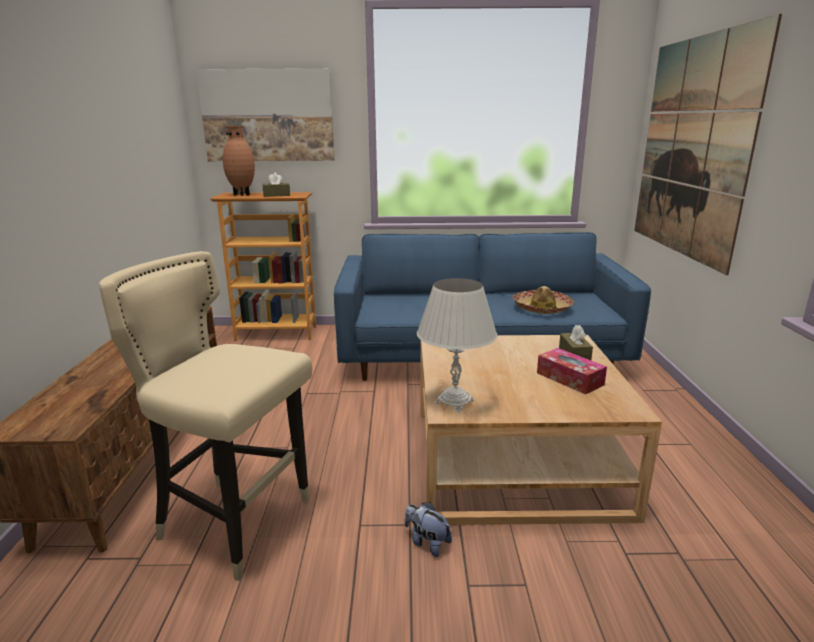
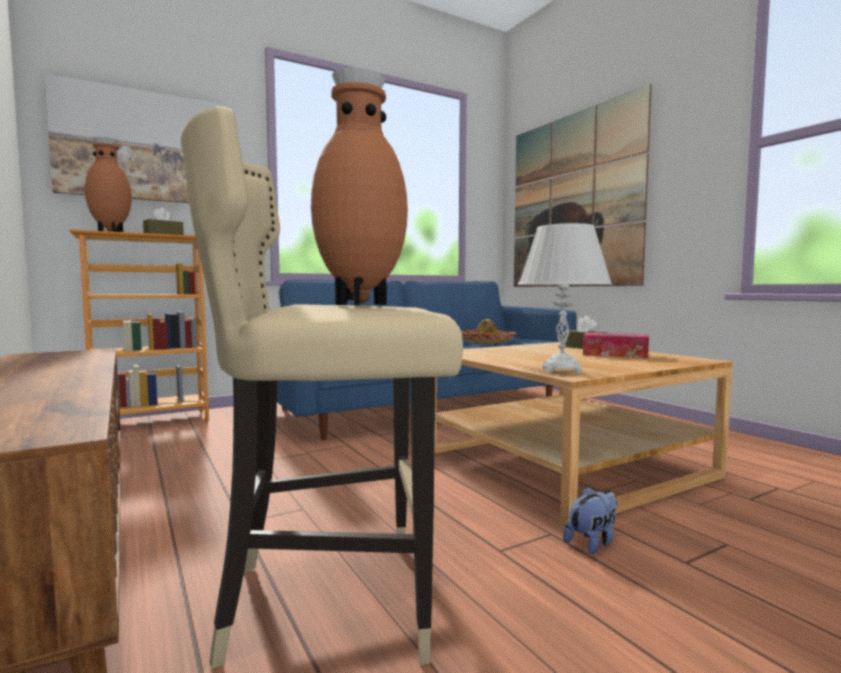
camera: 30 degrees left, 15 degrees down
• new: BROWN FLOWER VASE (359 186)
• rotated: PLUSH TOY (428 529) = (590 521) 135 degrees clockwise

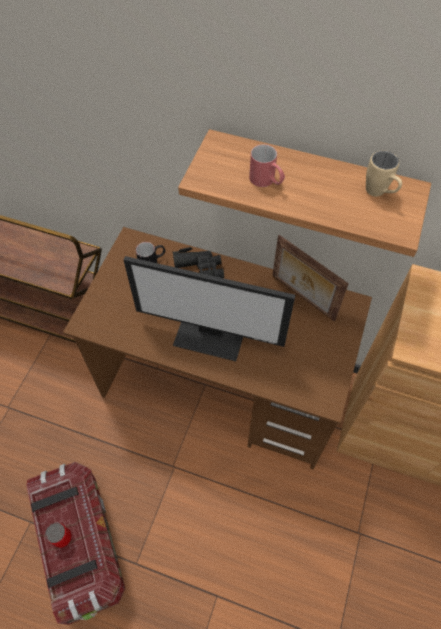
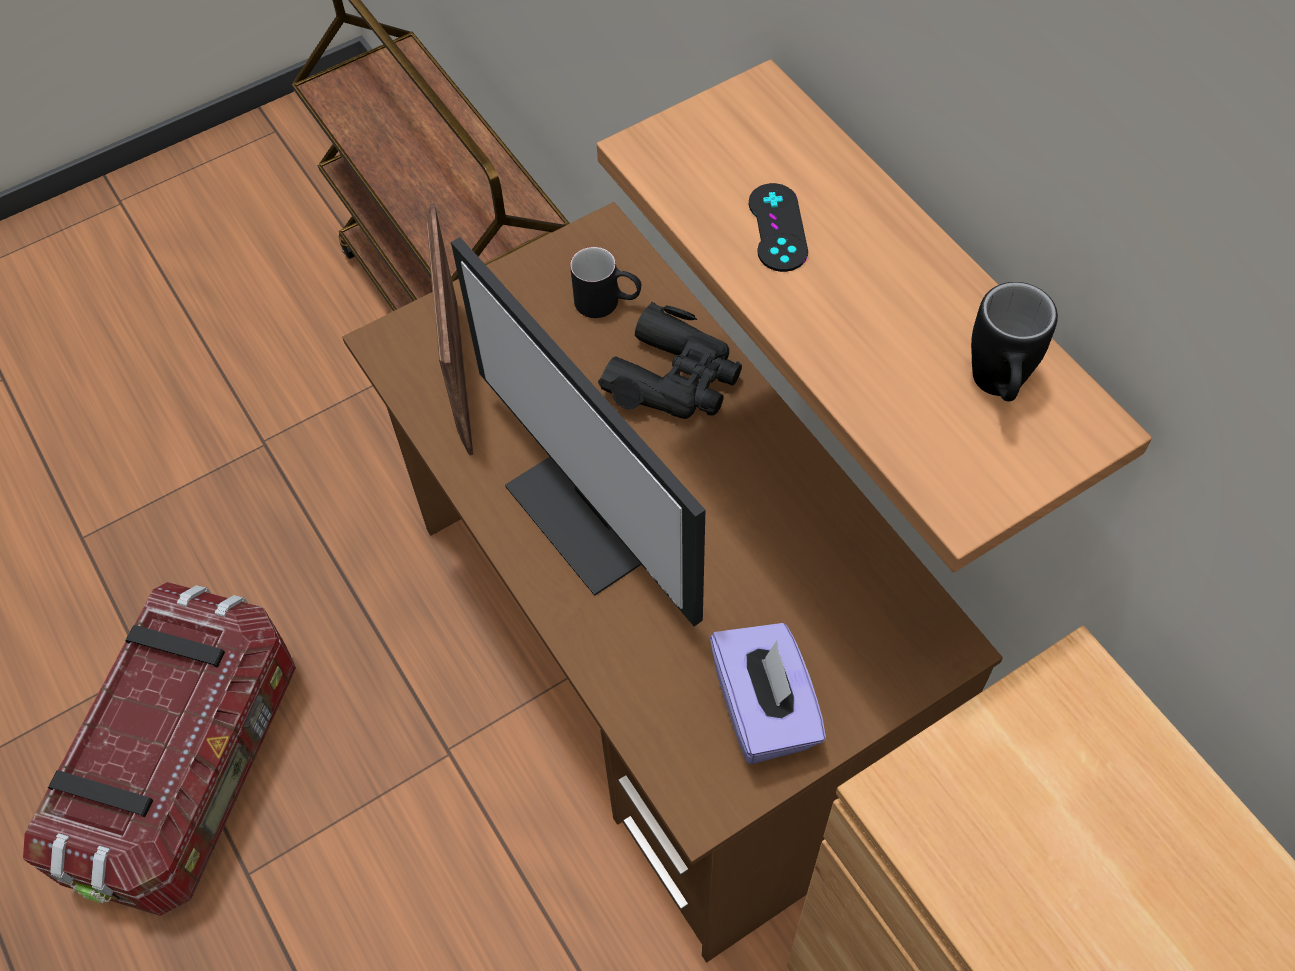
camera: 40 degrees right, 0 degrees up
• shifted: PICTURE FRAME (310 278) to (450 329)
• new: PURPLE TISSUE HOLDER (768 693)
• swapped: RED-COLOURED COFFEE MUG (267 165) to BLACK GAME CONTROLLER (778 227)
• repainted: BEIGE-COLOURED COFFEE MUG (384 173) to BLACK COFFEE MUG (1014 341)
• gone: CAN (58 535)

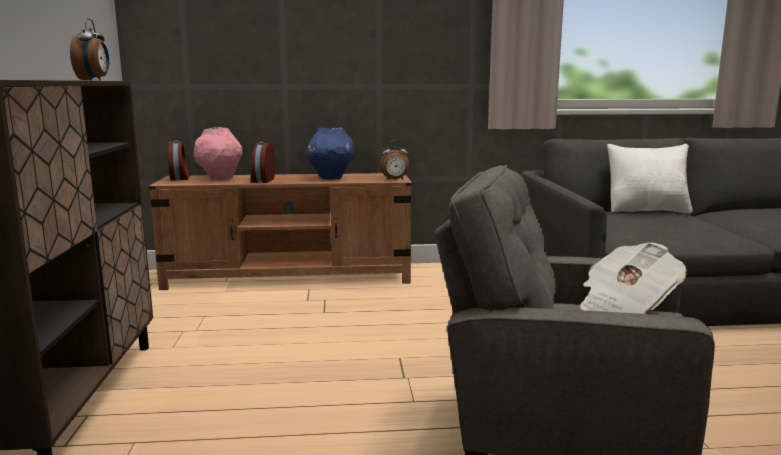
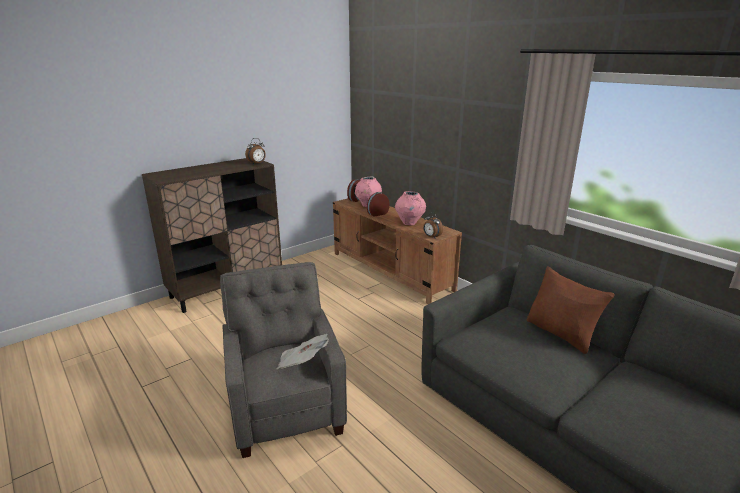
camera: 55 degrees right, 10 degrees up
• repainted: BLUISH FLOWER VASE (330 154) to PINK FLOWER VASE (410 208)
• repainted: WHITE-COLOURED PILLOW (650 179) to BROWN PILLOW (571 310)

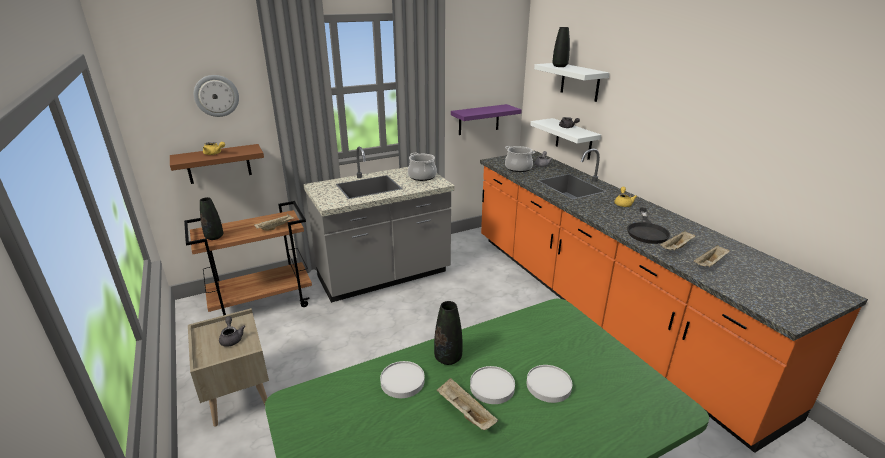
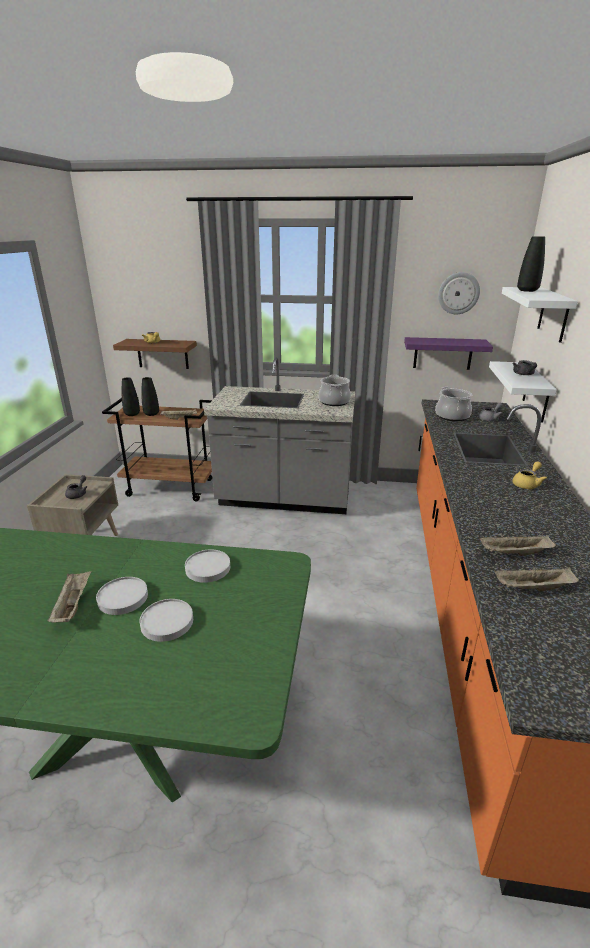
camera: 35 degrees right, 0 degrees up
• shifted: BLACK FLOWER VASE (448 333) to (150 396)
• shifted: WHITE-COLOURED FLAT DISH (402 379) to (207 566)
• shifted: CLOCK ON THE WALL (216 96) to (459 293)
• gone: BLACK SKILLET (648 226)

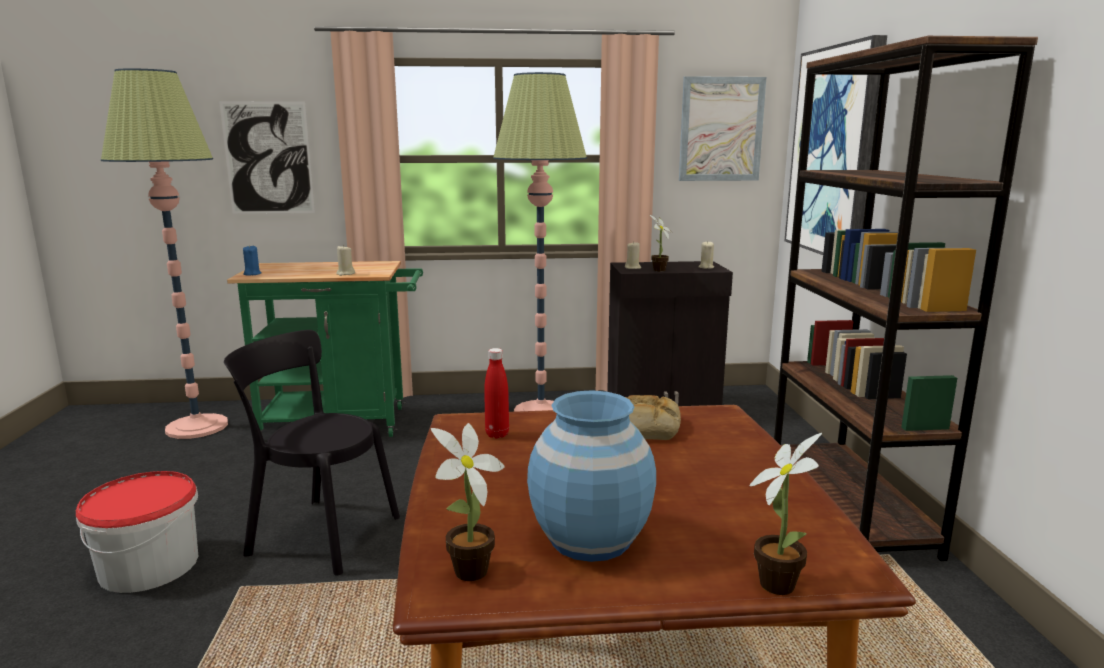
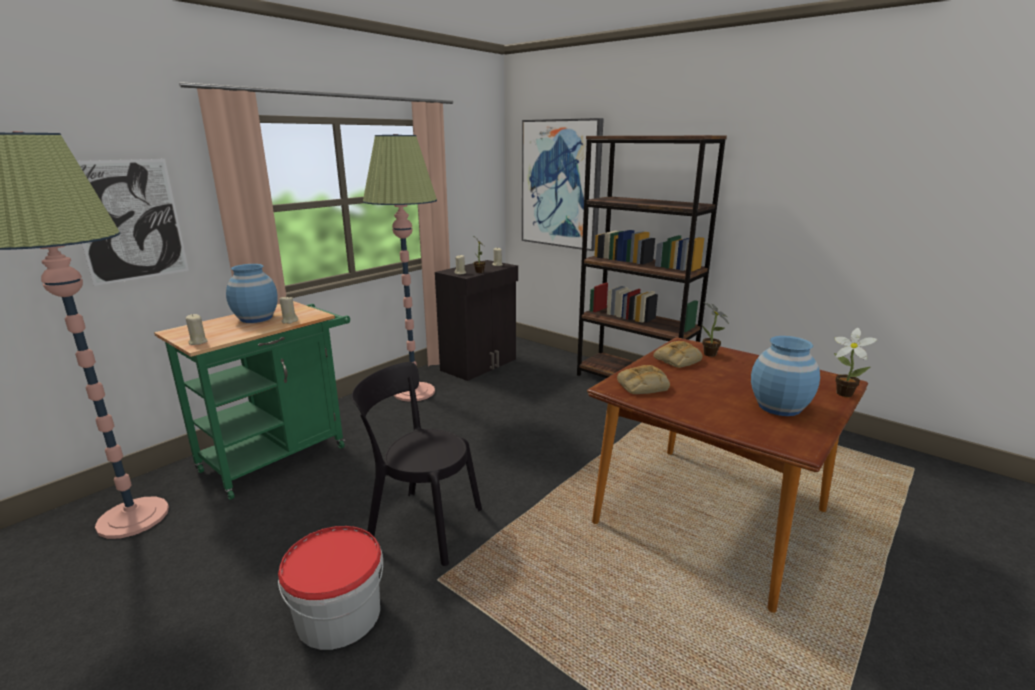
camera: 45 degrees left, 5 degrees up
• repainted: BLUISH WAX CANDLE (252 260) to BEIGE-COLOURED WAX CANDLE (197 329)
• new: BLUISH FLOWER VASE (252 293)
• rotated: BLACK UPRIGHT CHAIR (312 453) = (417 464) 45 degrees clockwise
• swapped: RED-COLOURED BOTTLE (496 393) to BREAD (643 379)
• shifted: PLANT IN A POT (468 502) to (715 329)
• gone: WALL ART (722 128)

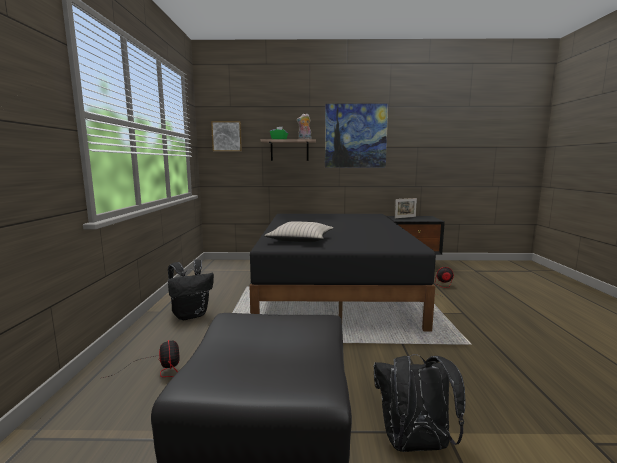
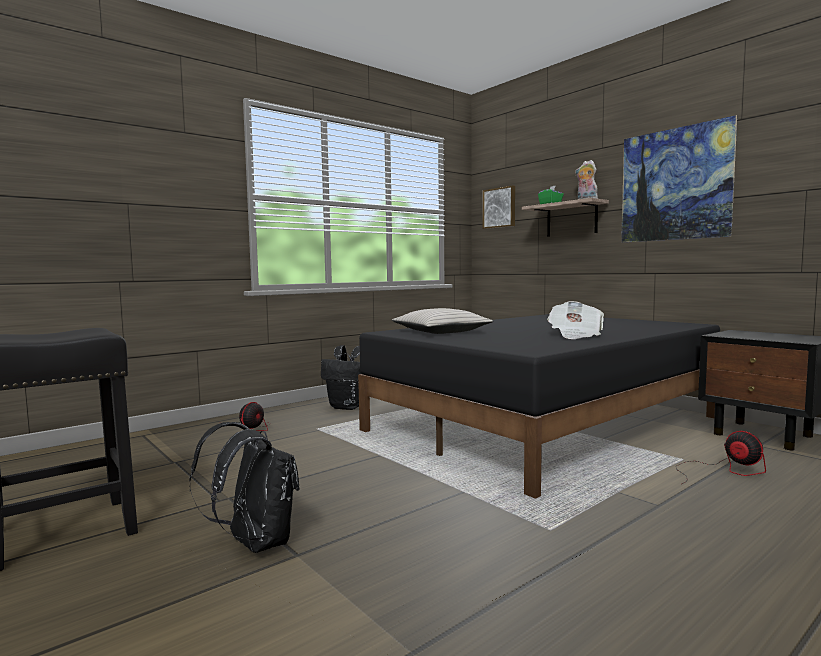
camera: 50 degrees right, 5 degrees down
• new: PRINTED PAPER (575 320)
• gone: PICTURE FRAME (406 208)

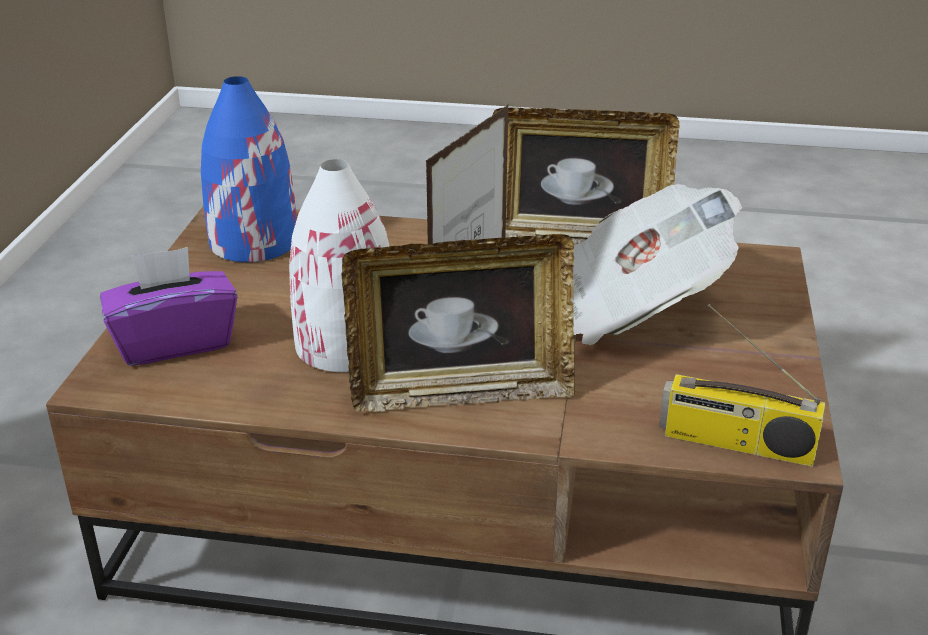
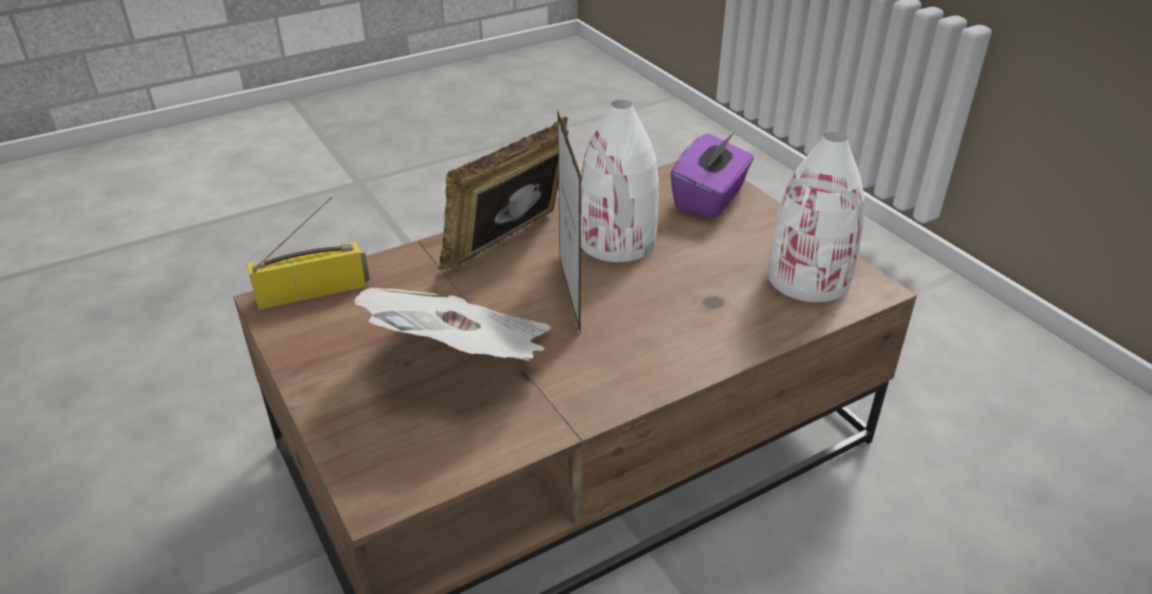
camera: 140 degrees right, 5 degrees up
• repainted: BLUISH FLOWER VASE (249 169) to WHITE-COLOURED FLOWER VASE (816 217)
• gone: PICTURE FRAME (586 176)

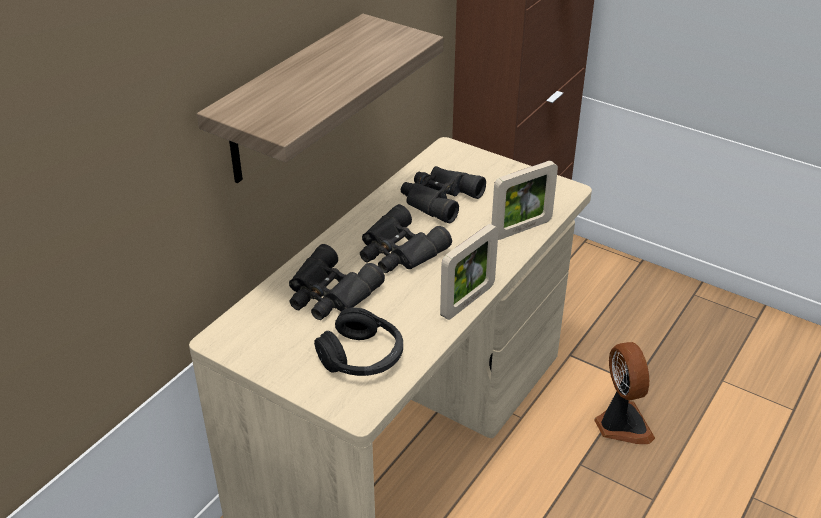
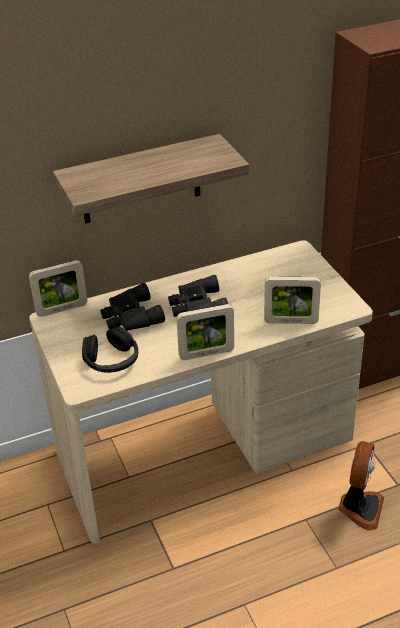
camera: 35 degrees right, 0 degrees up
• new: PICTURE FRAME (58 288)
• gone: BLACK BINOCULARS (443 194)

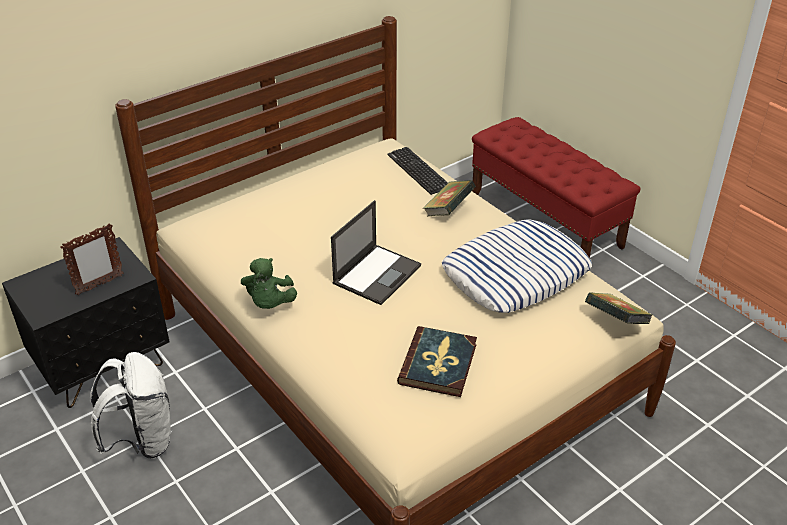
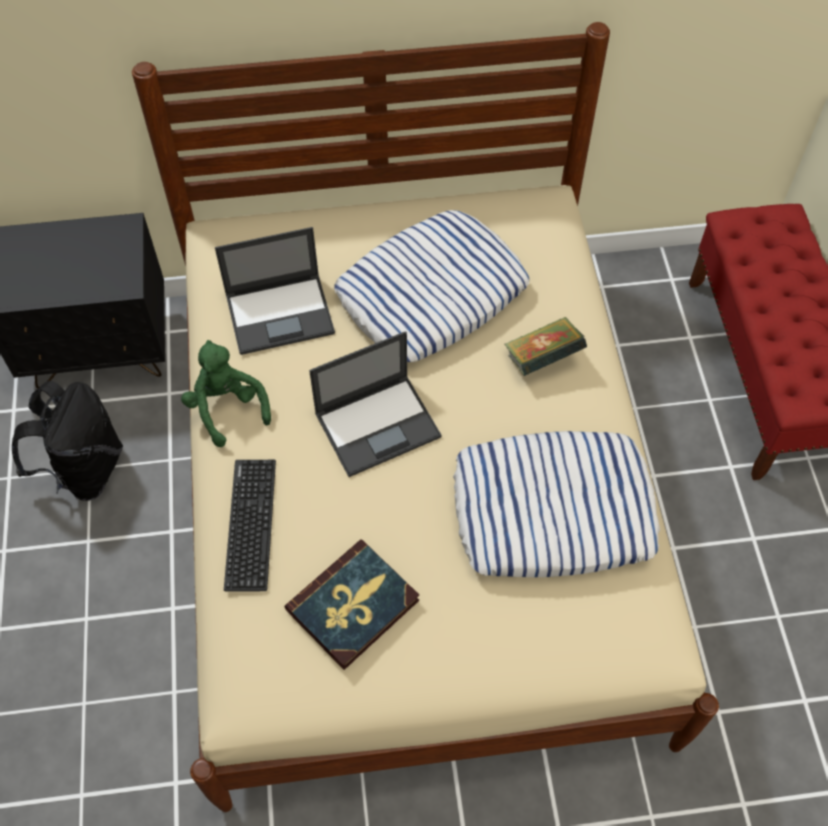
camera: 30 degrees right, 20 degrees up
• repainted: WHITE-COLOURED KNAPSACK (131 405) to BLACK KNAPSACK (67 441)
• rotated: GREENISH PLUSH TOY (269 283) = (226 393) 120 degrees clockwise
• new: NOTEBOOK COMPUTER (275 291)
• shifted: PC KEYBOARD (417 171) to (250 526)
• new: PILLOW (431 286)
• gone: PICTURE FRAME (92 259)
• gone: BOOK (618 308)

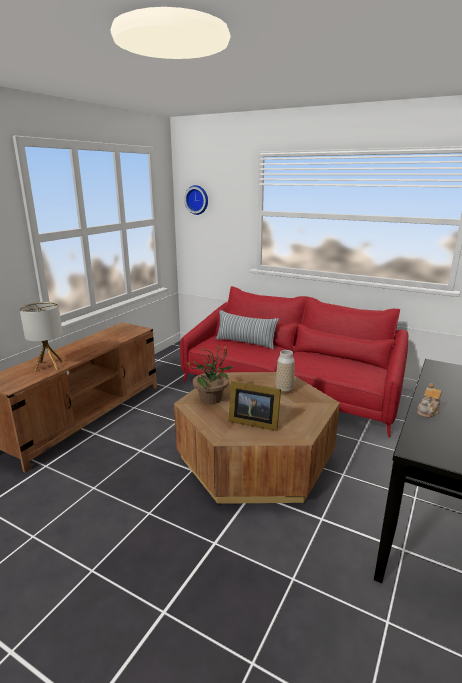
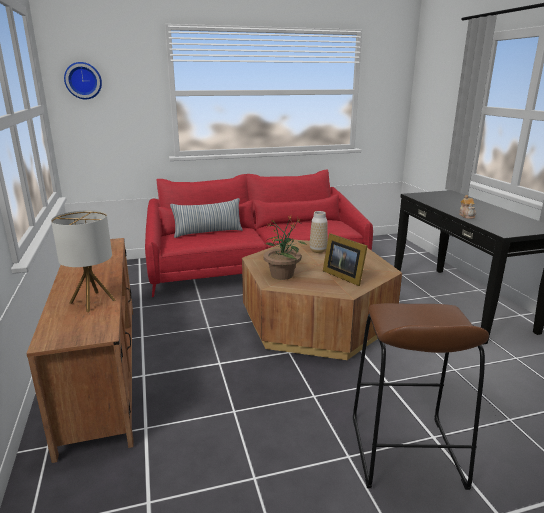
camera: 45 degrees left, 0 degrees up
• rotated: PICTURE FRAME (255 406) = (345 259) 75 degrees clockwise
• new: BROWN STOOL SEAT (421 396)

